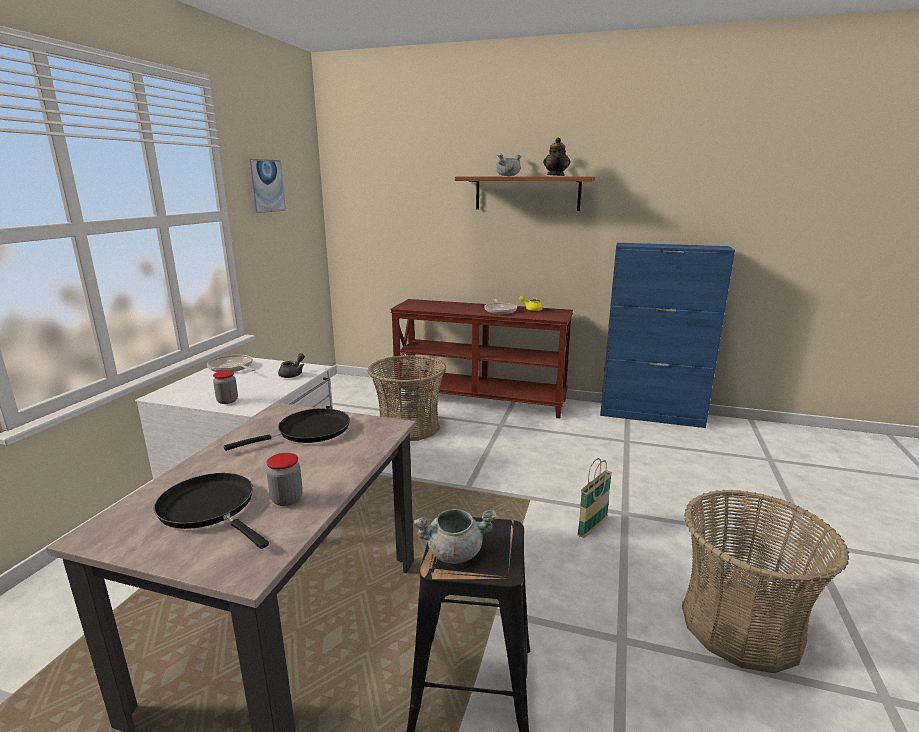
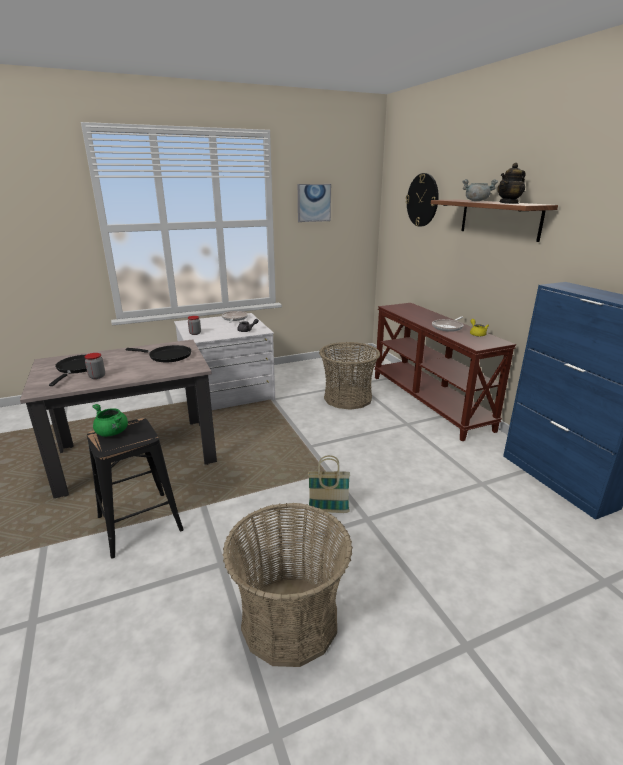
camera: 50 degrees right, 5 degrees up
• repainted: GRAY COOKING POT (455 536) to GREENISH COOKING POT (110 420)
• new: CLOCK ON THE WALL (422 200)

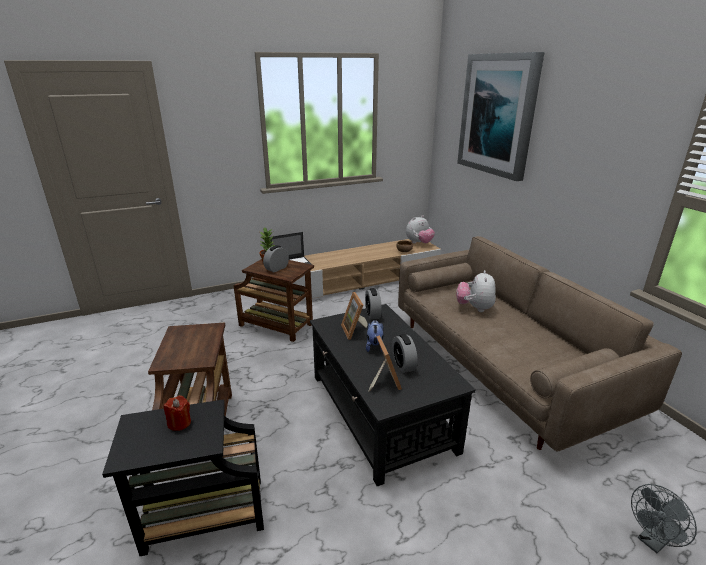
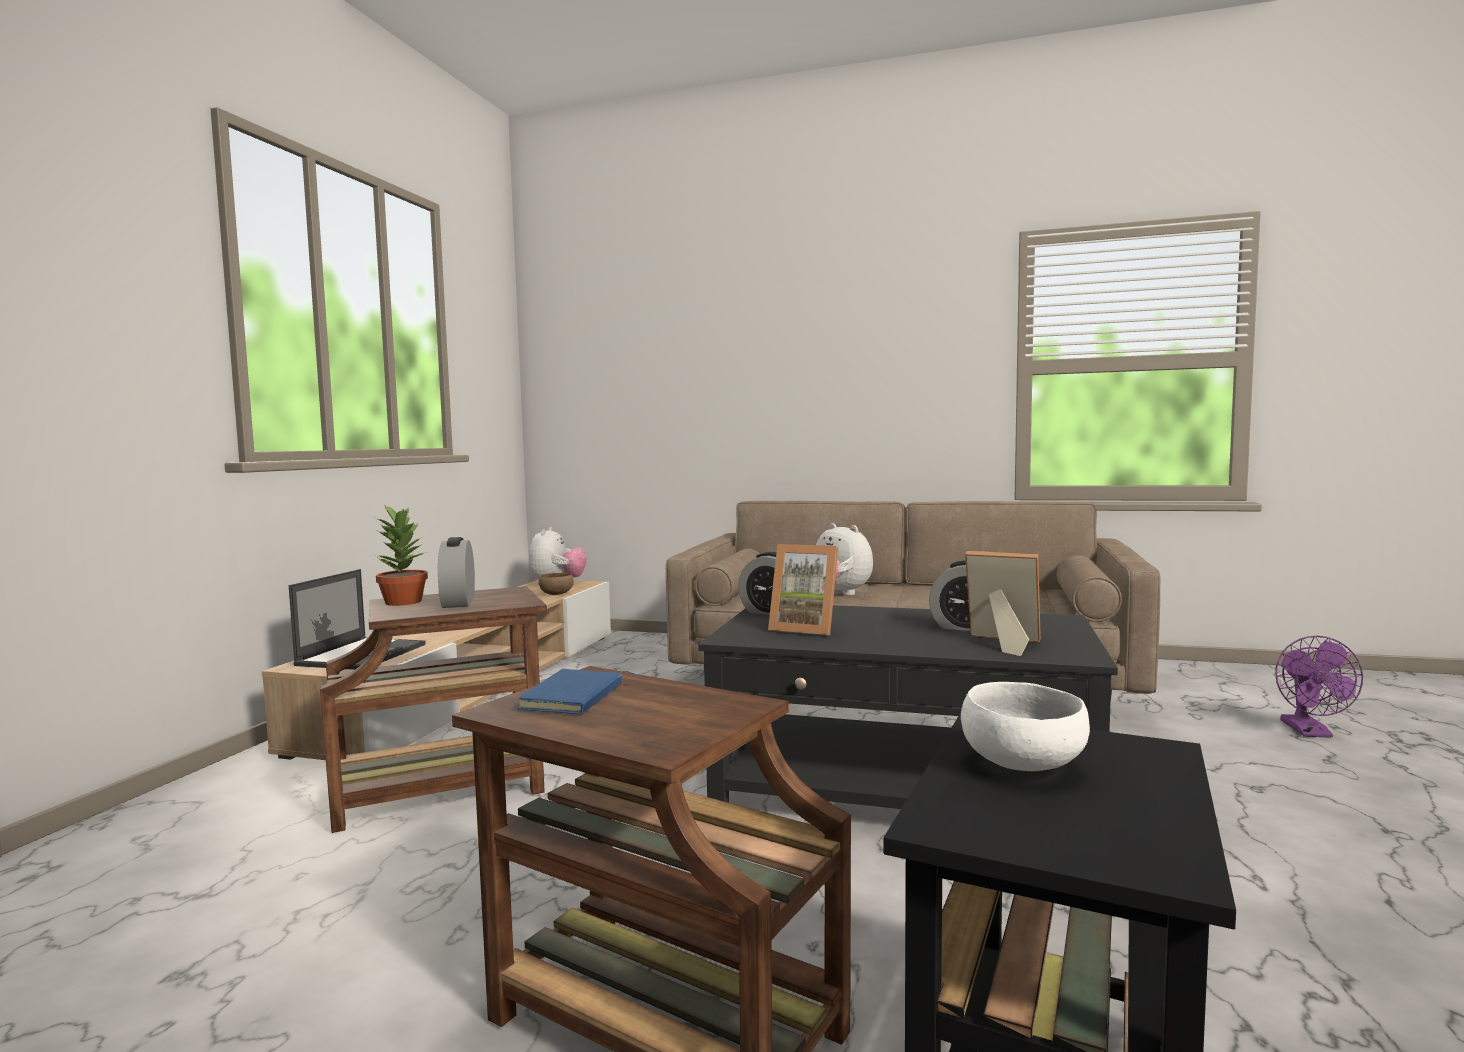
camera: 50 degrees left, 20 degrees down
• new: BLUISH BOOK (579 692)
• swapped: RED-COLOURED WAX CANDLE (177 413) to WHITE-COLOURED DEEP DISH (1025 726)
• repainted: GRAY ELECTRIC FAN (664 518) to PURPLE ELECTRIC FAN (1319 687)
• gone: PLUSH TOY (375 336)
• gone: WALL ART (500 116)

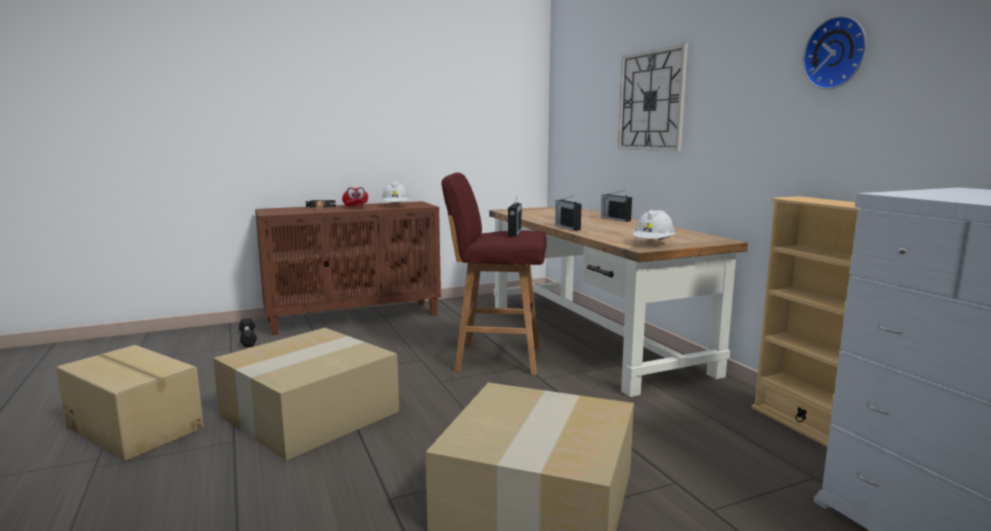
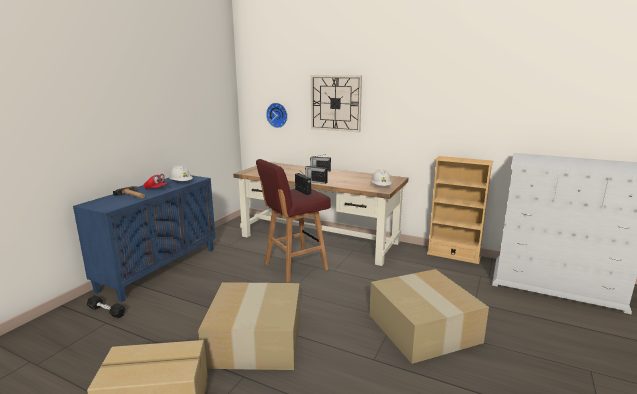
camera: 40 degrees left, 5 degrees up
• repainted: BROWN CABINET (348 268) to BLUISH CABINET (144 238)
• shifted: CLOCK ON THE WALL (835 52) to (277 115)

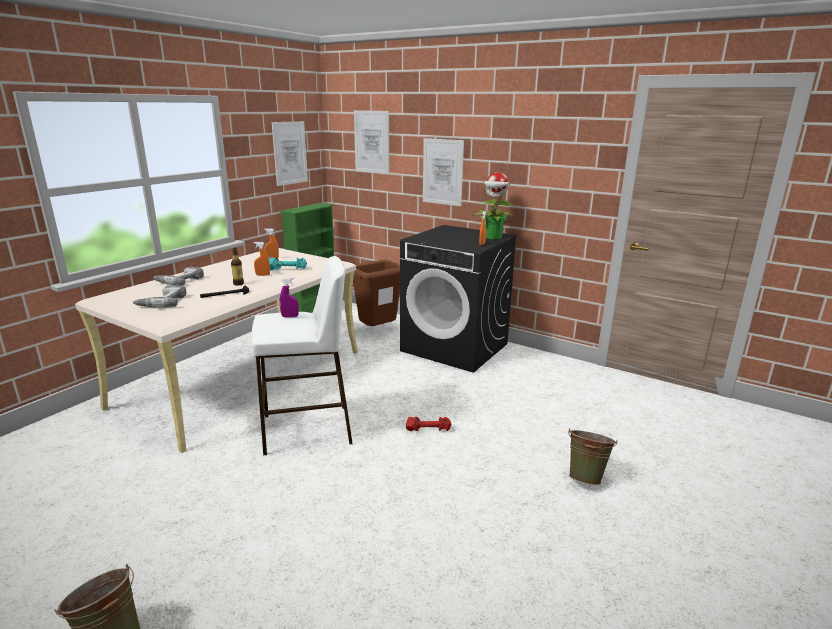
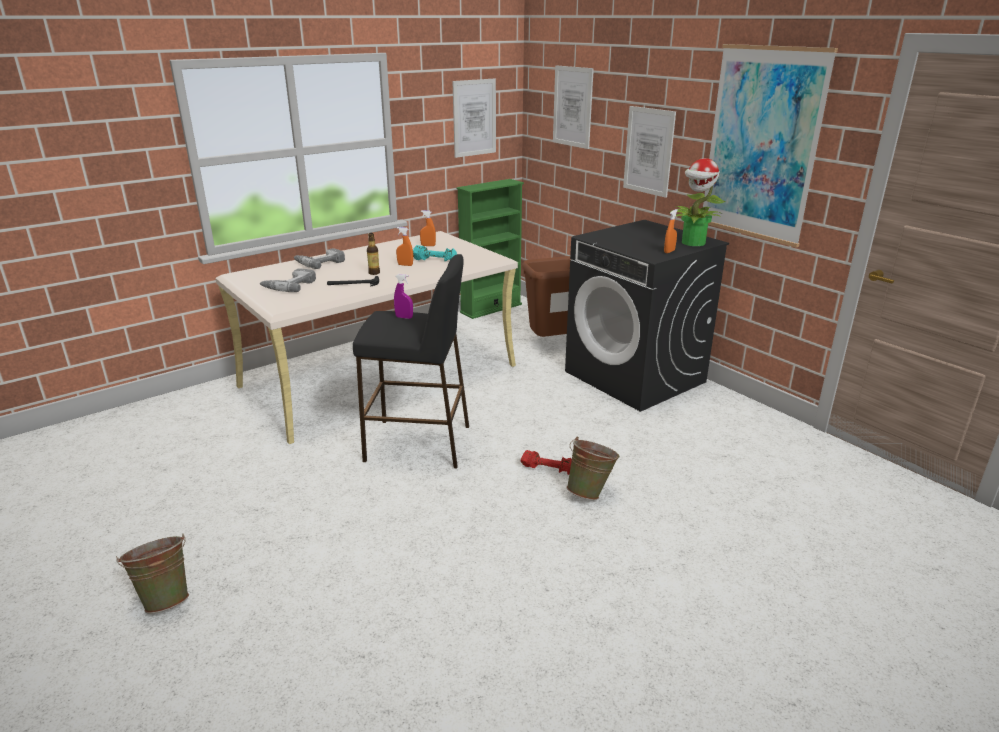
camera: 20 degrees right, 5 degrees up
• repainted: WHITE-COLOURED STOOL SEAT (302 355) to BLACK STOOL SEAT (411 361)
• shifted: GREENISH PAIL (592 456) to (593 468)
• new: WALL ART (770 145)

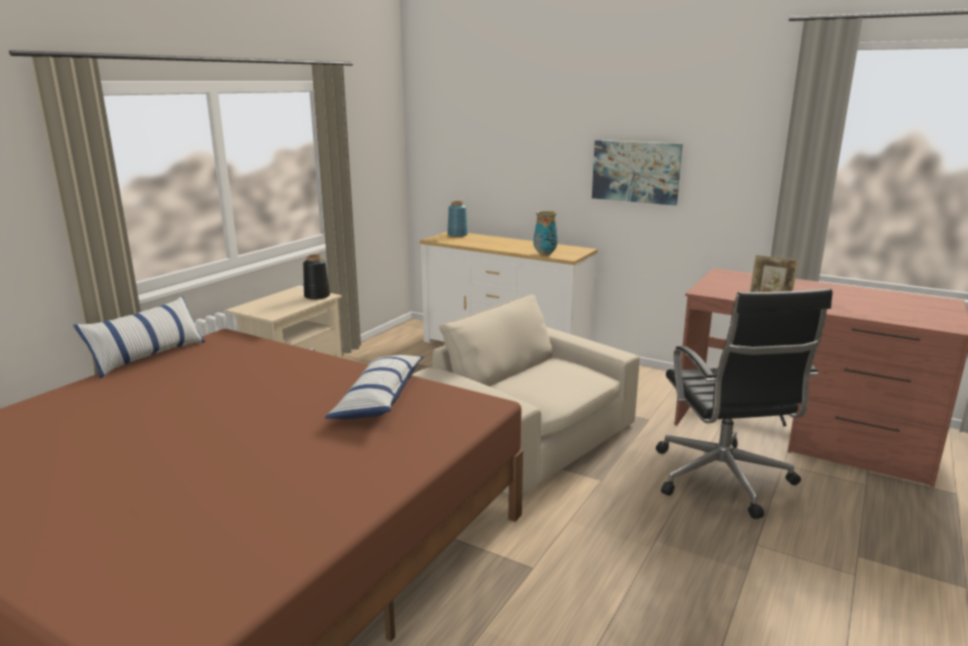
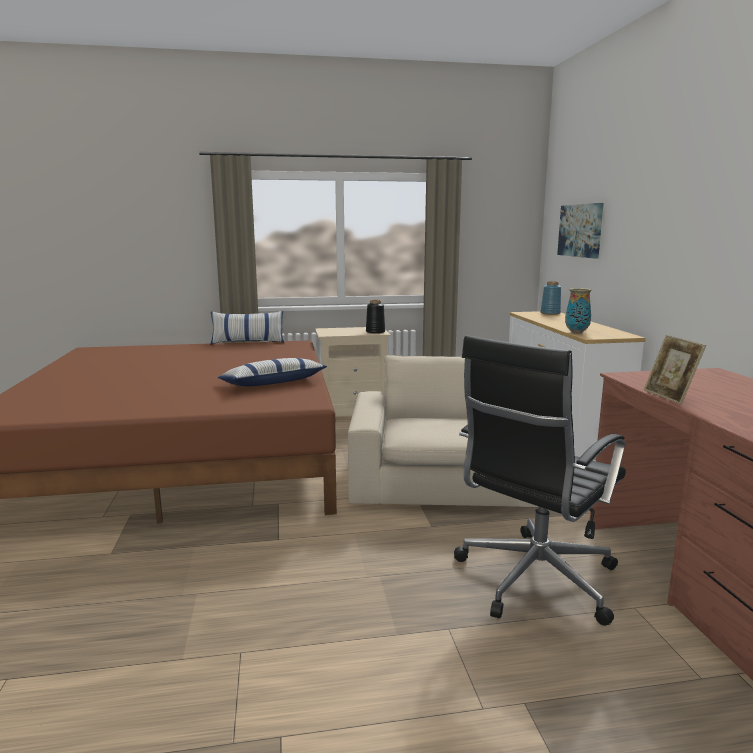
camera: 50 degrees right, 5 degrees down
• shifted: WALL ART (637 173) to (580 230)

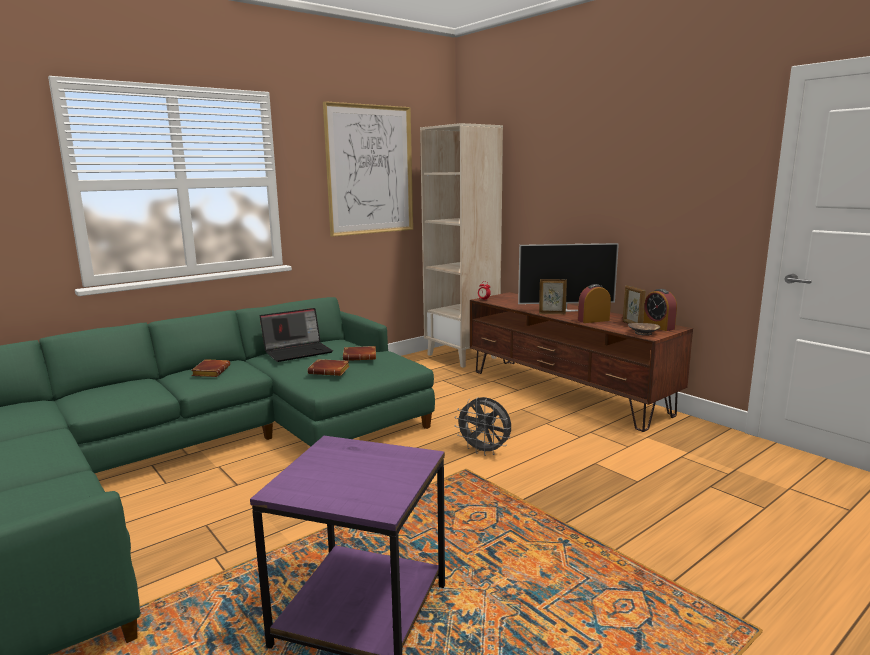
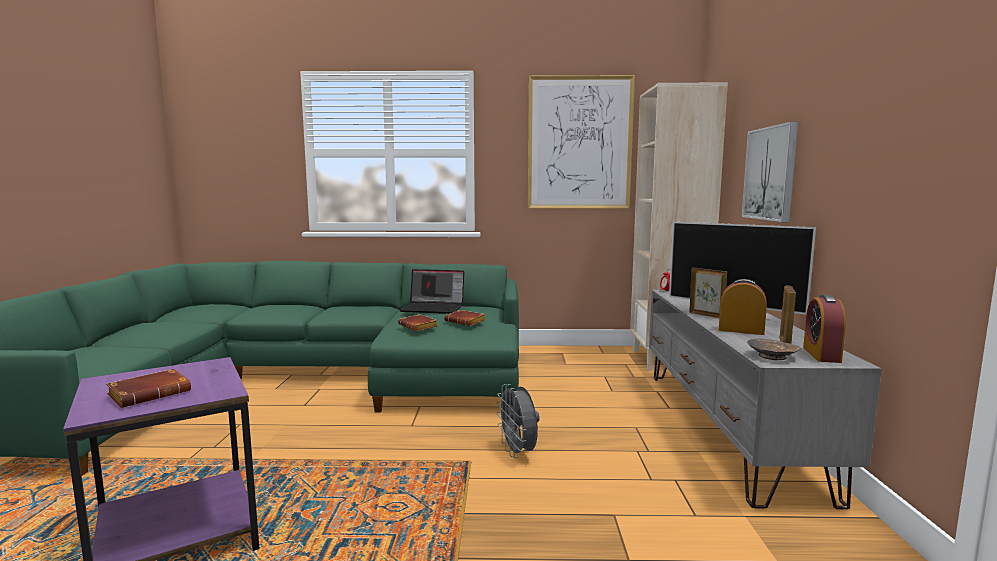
camera: 40 degrees right, 5 degrees down
• shifted: BROWN BOOK (210 368) to (148 388)
• repainted: BROWN TV STAND (581 362) to GRAY TV STAND (765 399)
• new: WALL ART (770 172)

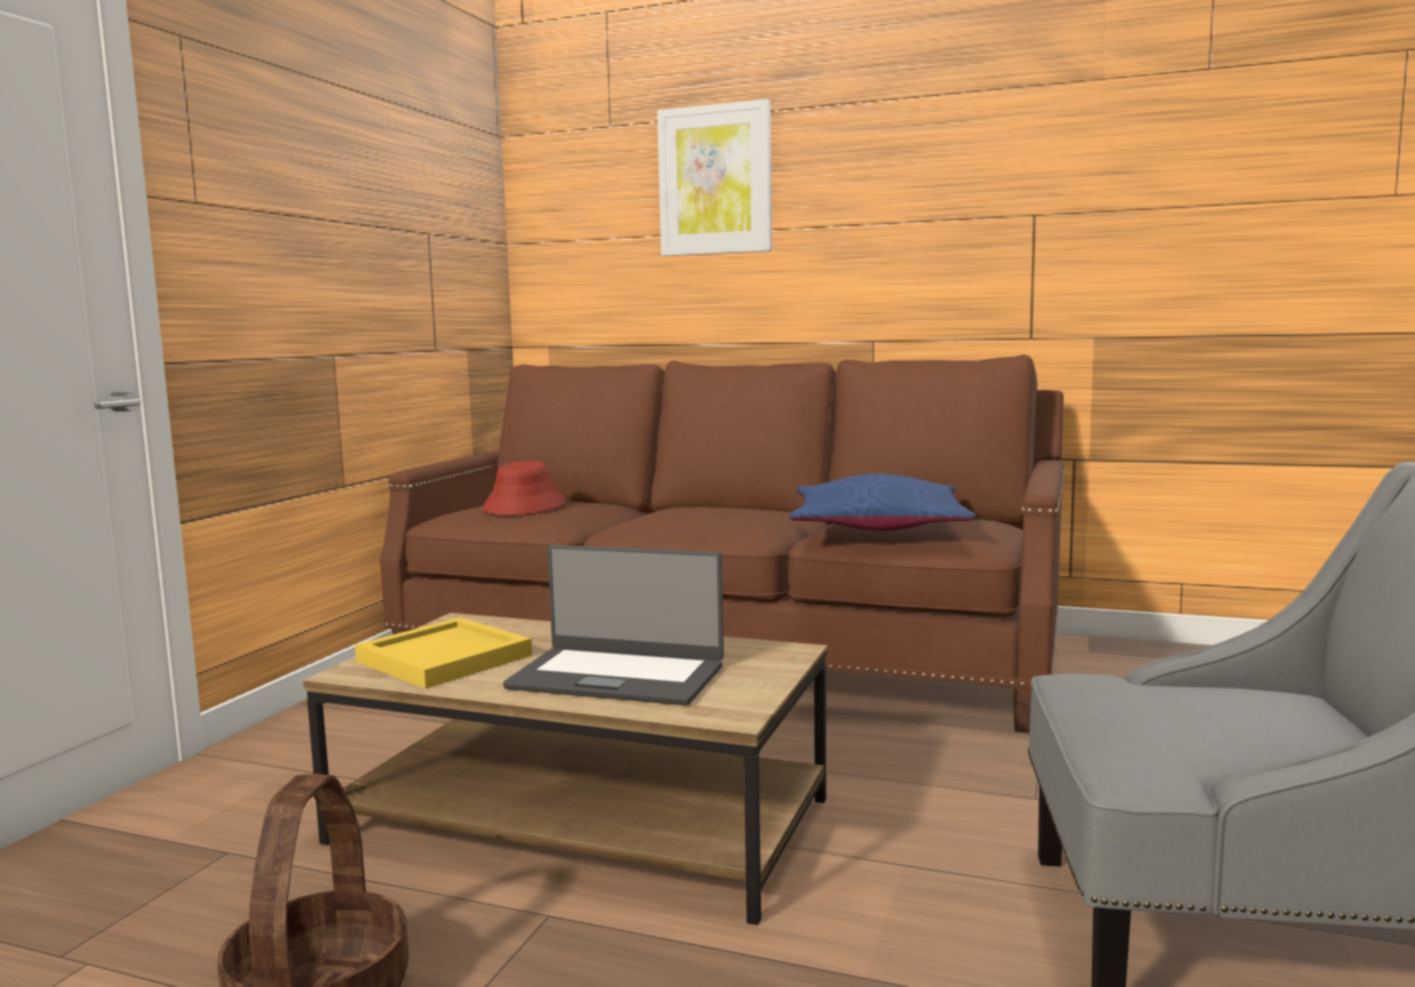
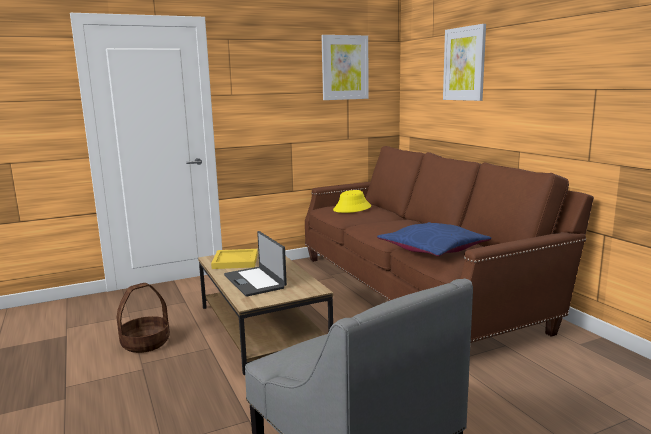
camera: 45 degrees right, 5 degrees up
• new: WALL ART (344 67)
• repainted: RED-COLOURED HAT (524 488) to YELLOWISH HAT (352 201)

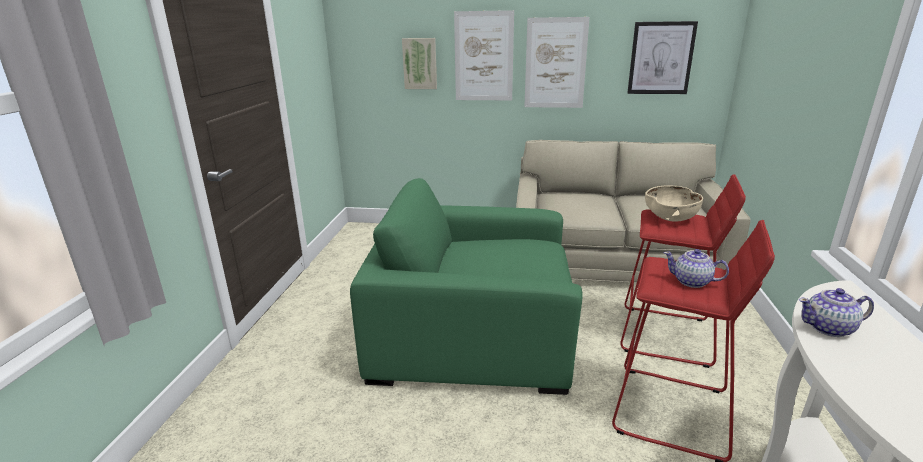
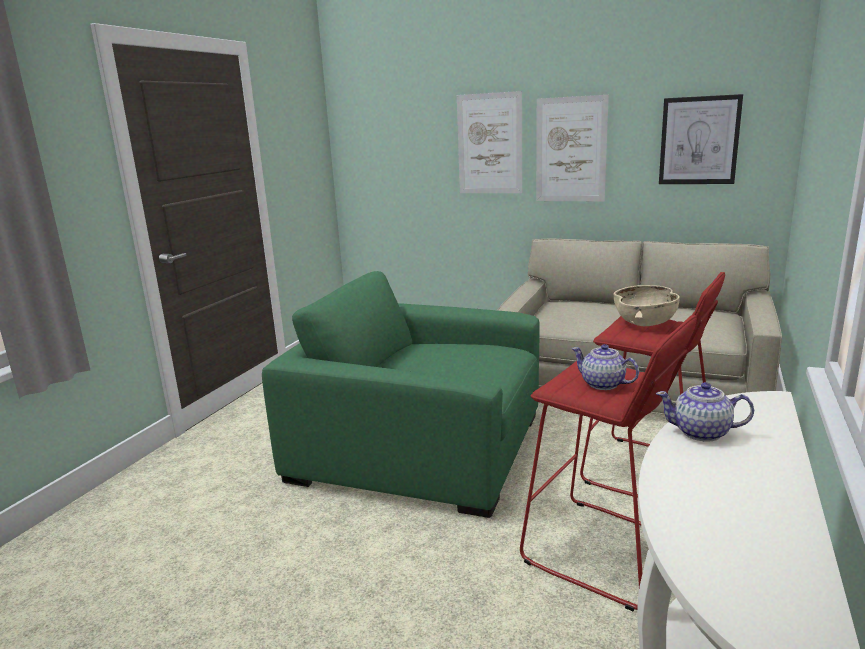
camera: 15 degrees right, 5 degrees down
• gone: WALL ART (419 63)

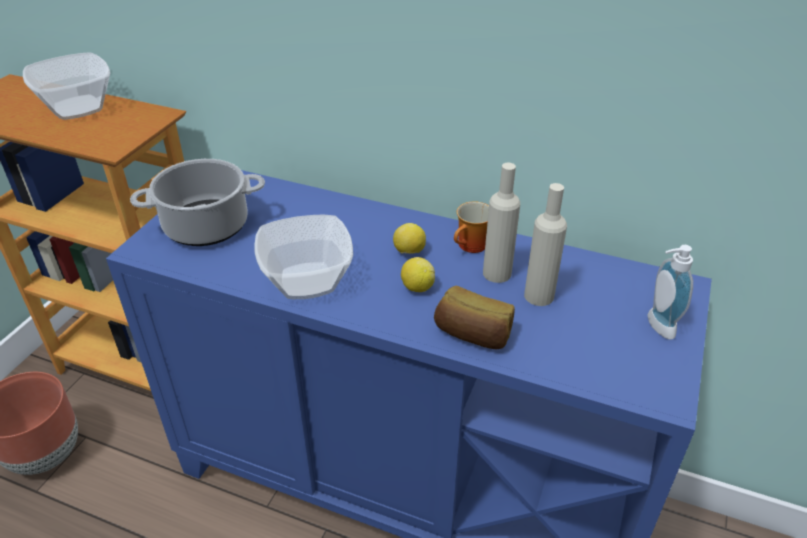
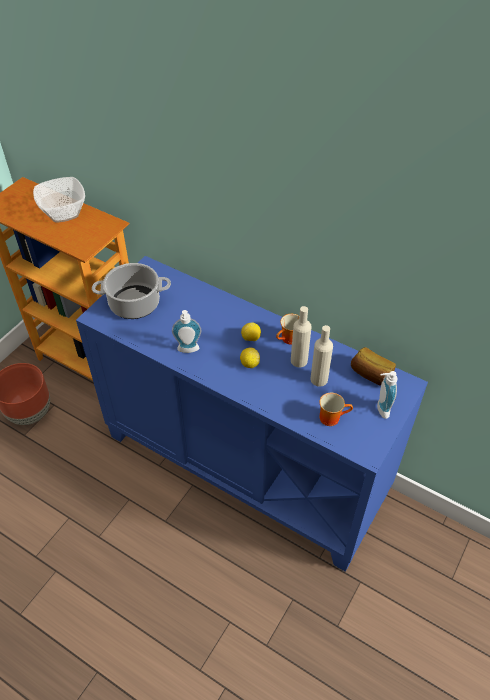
camera: 10 degrees right, 10 degrees up
• swapped: DEEP DISH (304 257) to SOAP BOTTLE (186 331)
• new: COFFEE MUG (336 409)
• shifted: BREAD (474 317) to (373 366)

